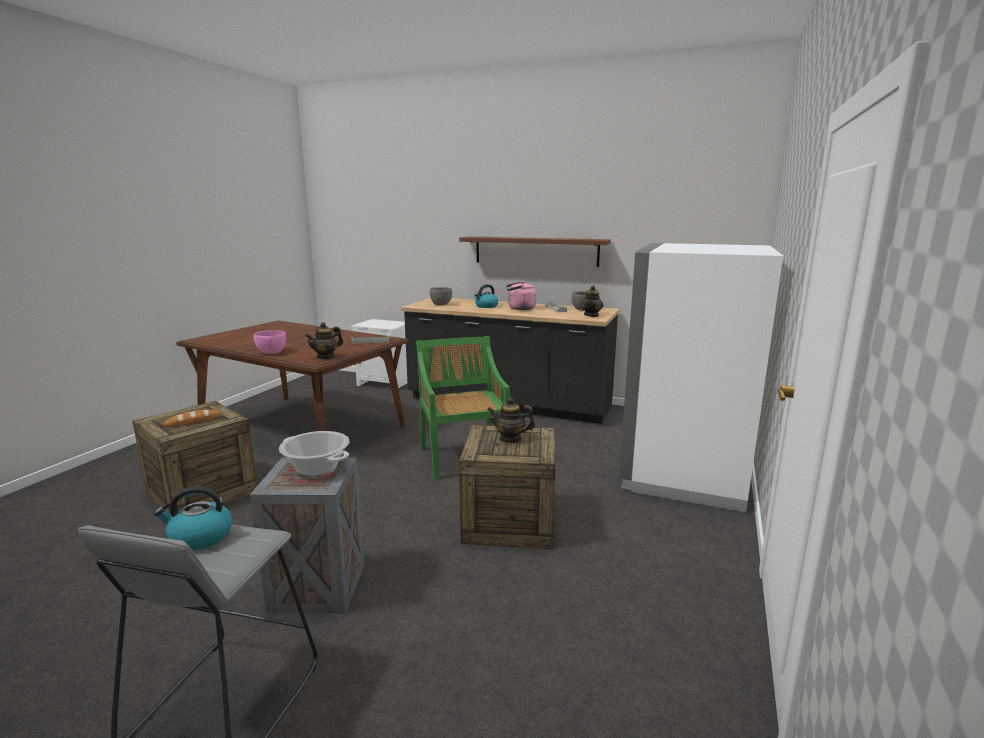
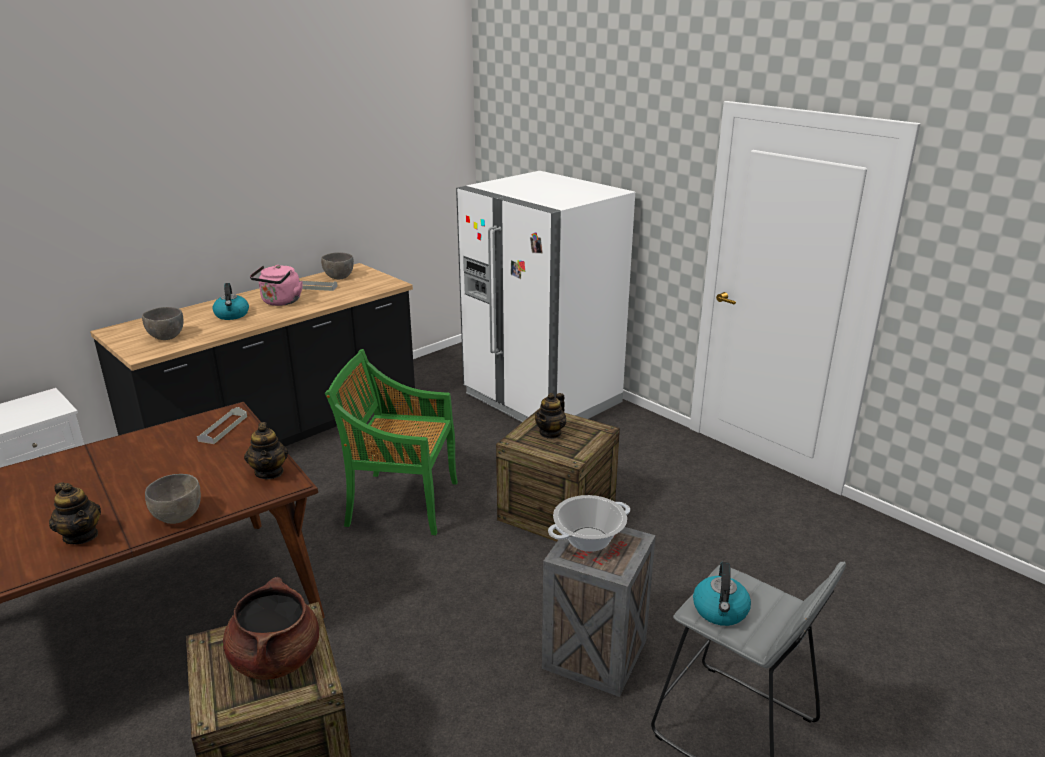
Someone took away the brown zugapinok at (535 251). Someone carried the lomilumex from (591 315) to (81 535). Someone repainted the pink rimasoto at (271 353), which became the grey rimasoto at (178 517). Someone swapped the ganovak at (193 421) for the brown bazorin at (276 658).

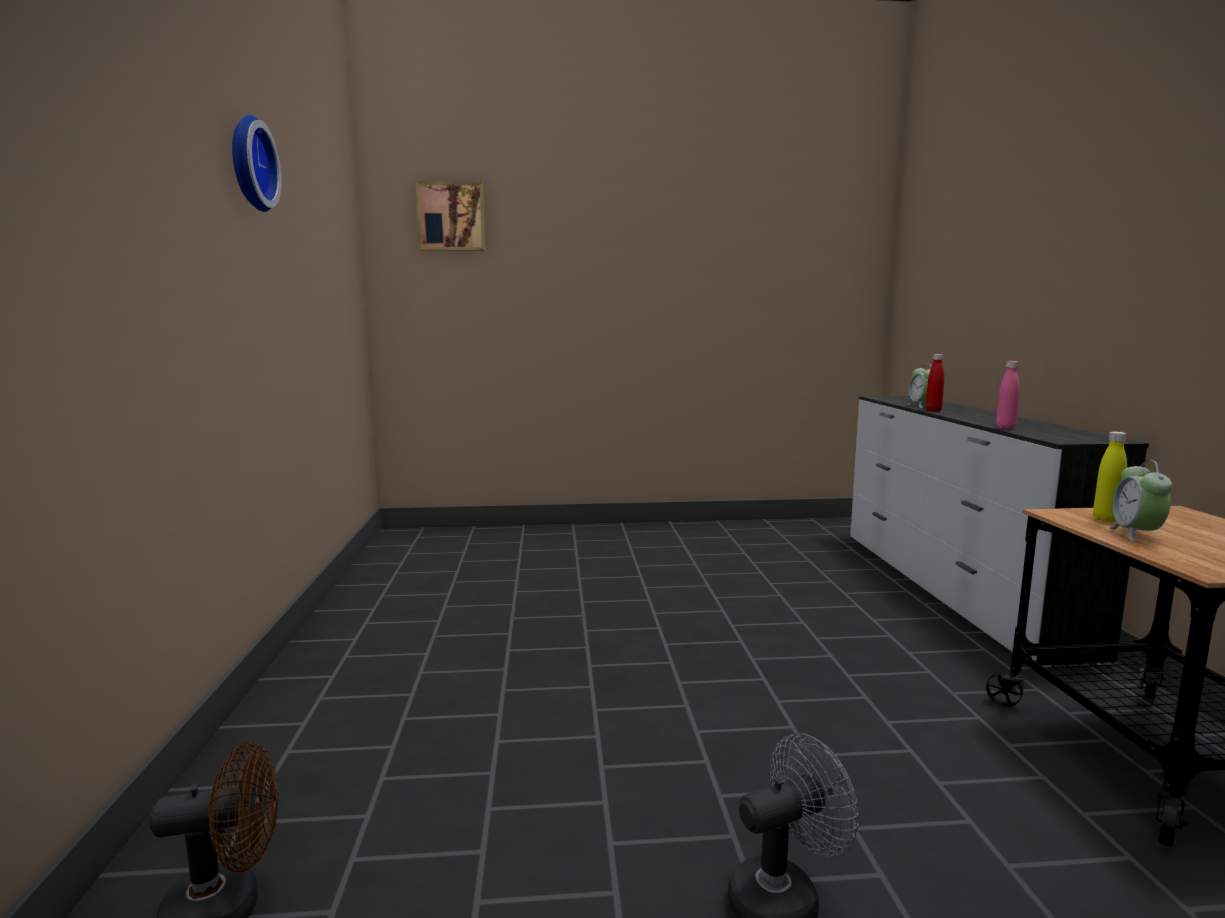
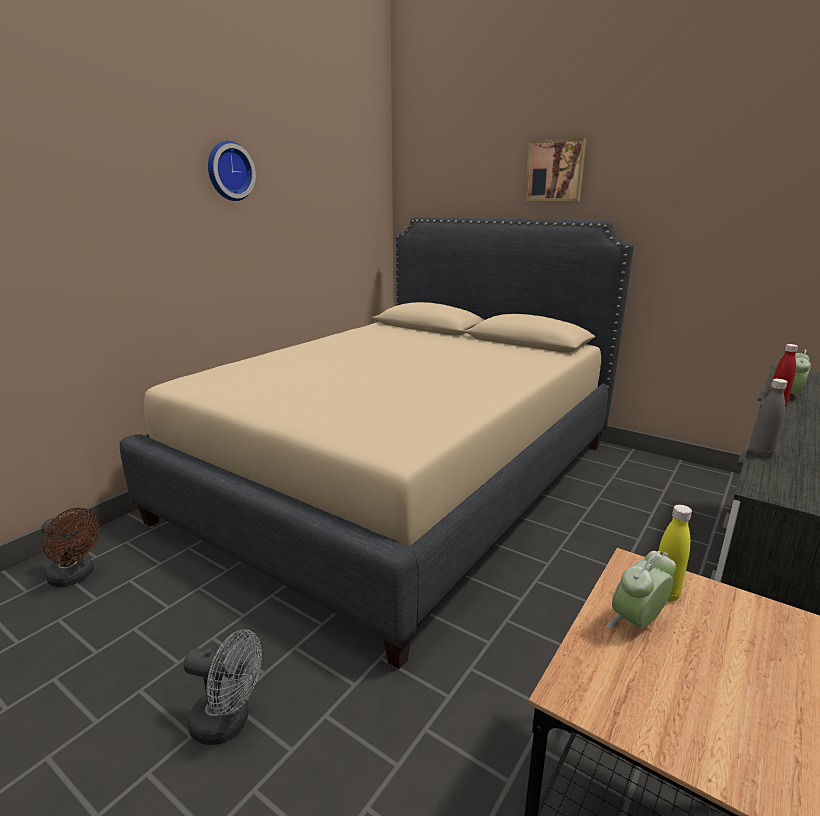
Someone carried the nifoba from (451 217) to (555 171). Someone repainted the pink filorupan at (1005 428), which became the grey filorupan at (761 453). Someone put down the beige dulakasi at (403 479).

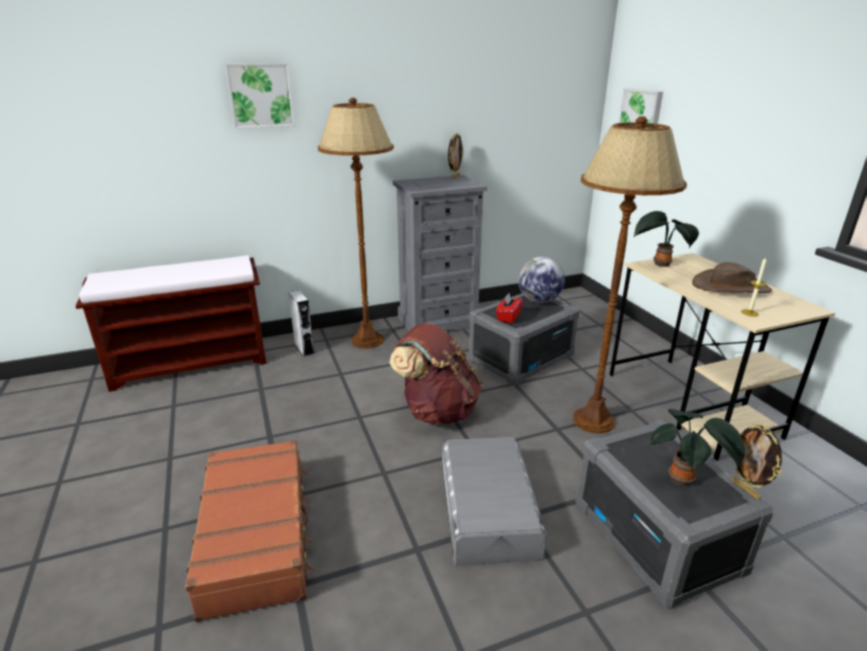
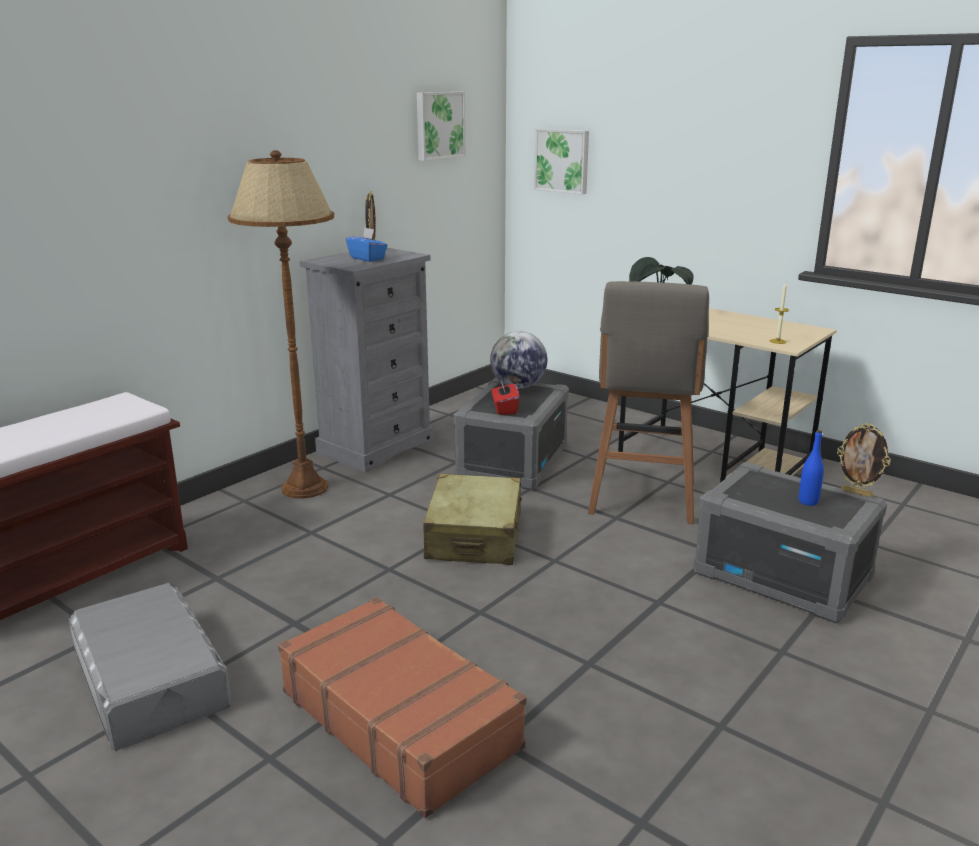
Someone carried the nifoba from (260 95) to (439 125). Someone swapped the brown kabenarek at (593 420) for the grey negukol at (642 500). Someone took away the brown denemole at (730 287). Someone took away the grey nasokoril at (304 349). Someone swapped the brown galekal at (437 410) for the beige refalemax at (474 536). Someone swapped the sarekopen at (684 481) for the blue filorupan at (808 501). Someone carried the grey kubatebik from (487 508) to (149 677). Someone put down the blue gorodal at (367 258).

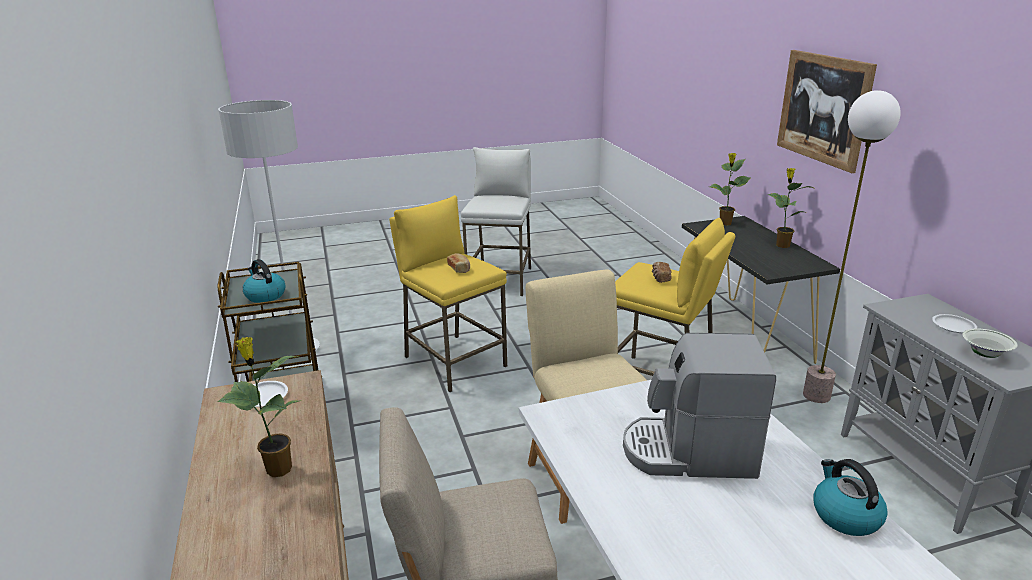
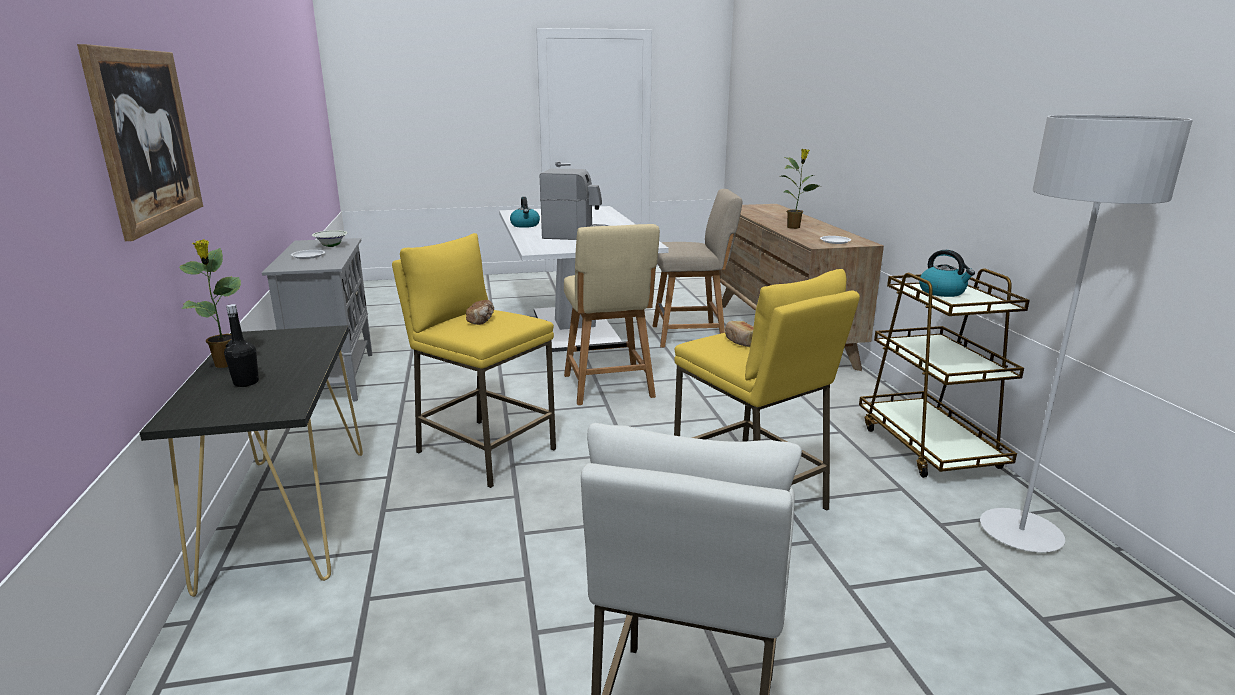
Someone took away the kabenarek at (817 395). Someone took away the sarekopen at (725 223). Someone put down the black filorupan at (246 382).

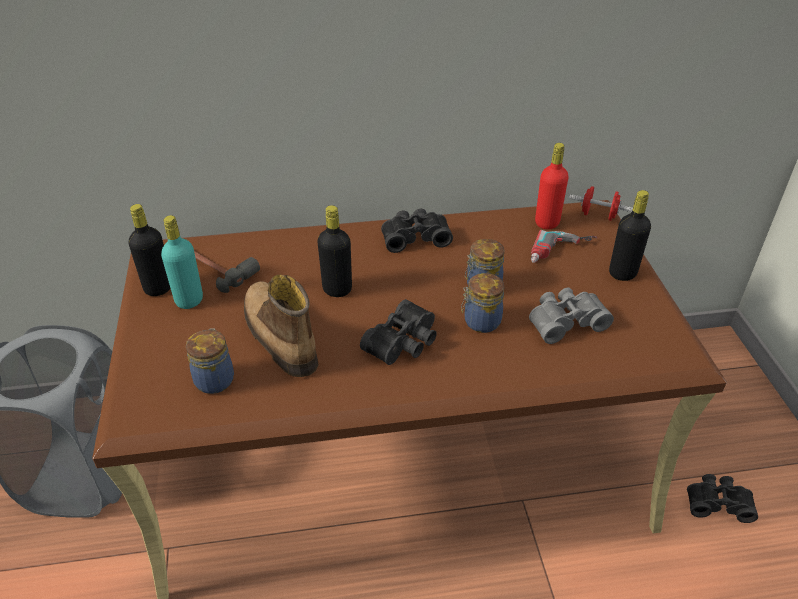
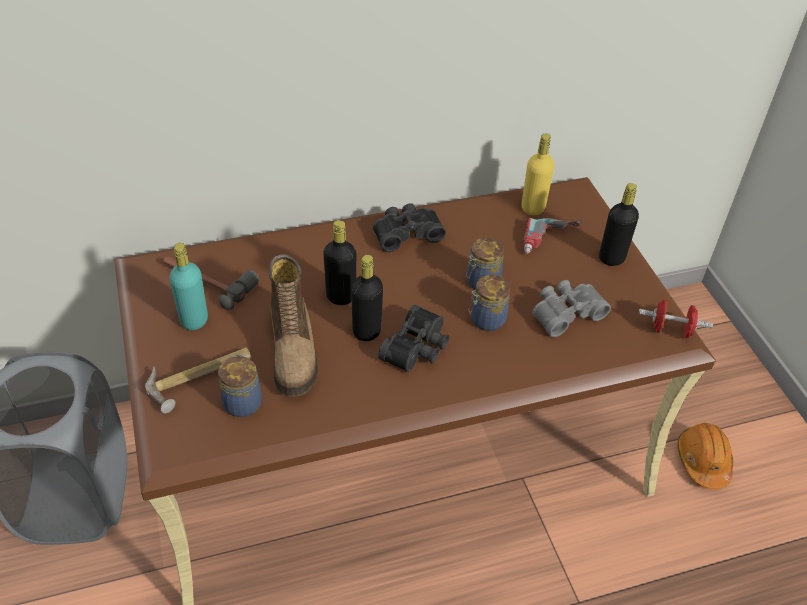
Someone repainted the red filorupan at (547 223), which became the yellow filorupan at (533 208). Someone carried the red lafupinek from (598 215) to (671 330). Someone carried the black filorupan from (158 288) to (367 331). Someone rotated the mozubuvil at (278 337) by 150 degrees counterclockwise. Someone swapped the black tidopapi at (717 502) for the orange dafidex at (703 461). Someone put down the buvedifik at (201 379).

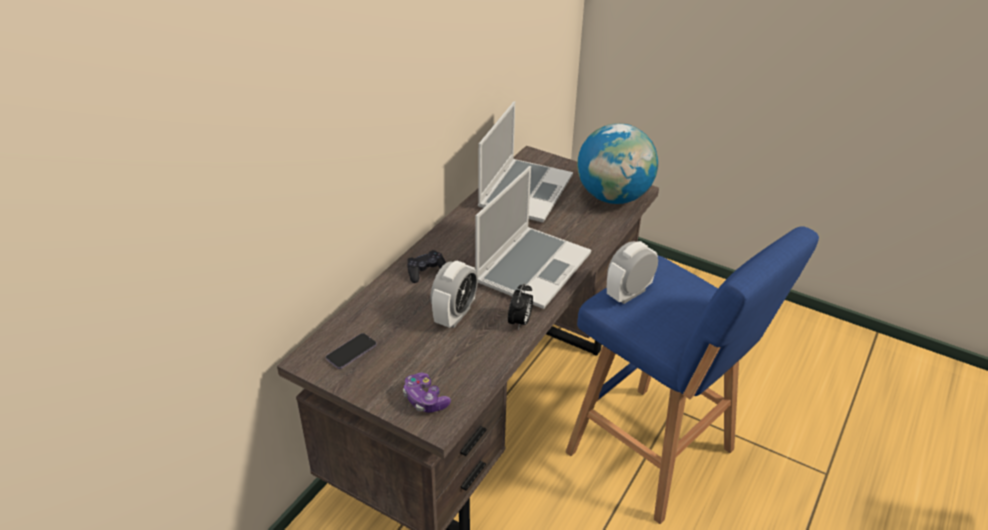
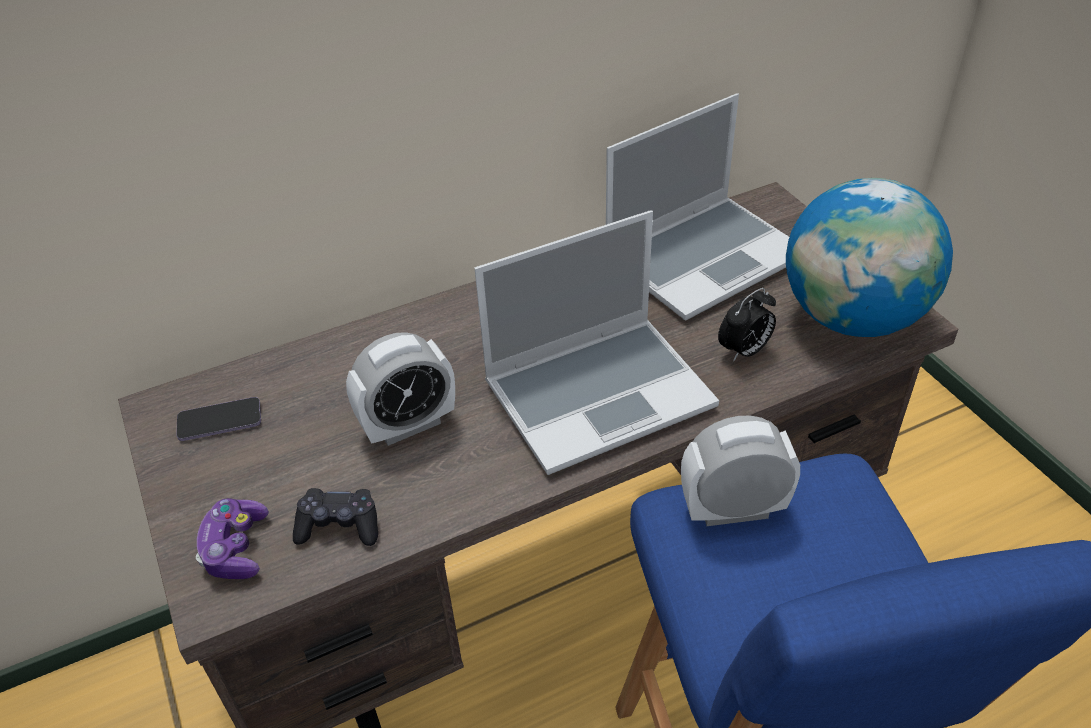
Someone carried the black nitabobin from (426 271) to (339 526). Someone carried the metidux from (520 322) to (744 351).

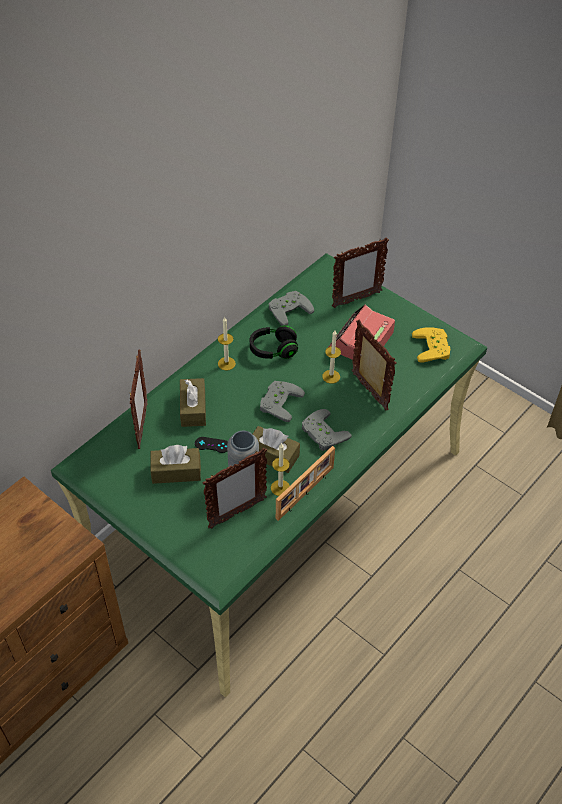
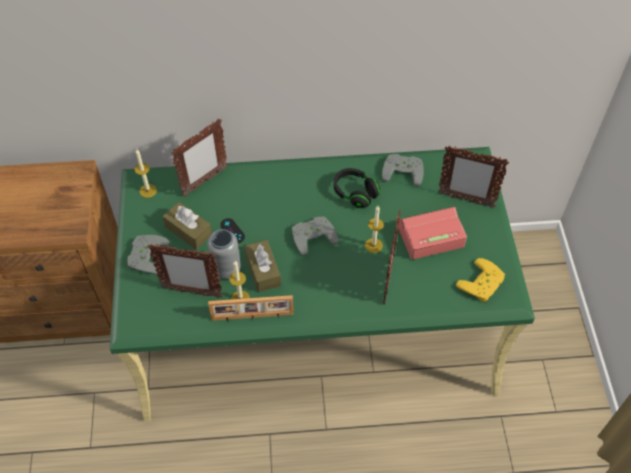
Someone carried the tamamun from (226 363) to (148 191). Someone took away the brown gorodal at (193 408). Someone carried the grey nitabobin from (322 434) to (145 256).

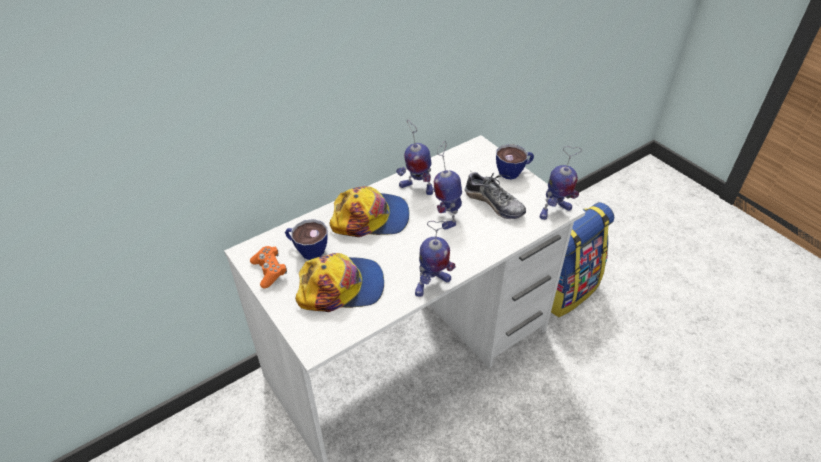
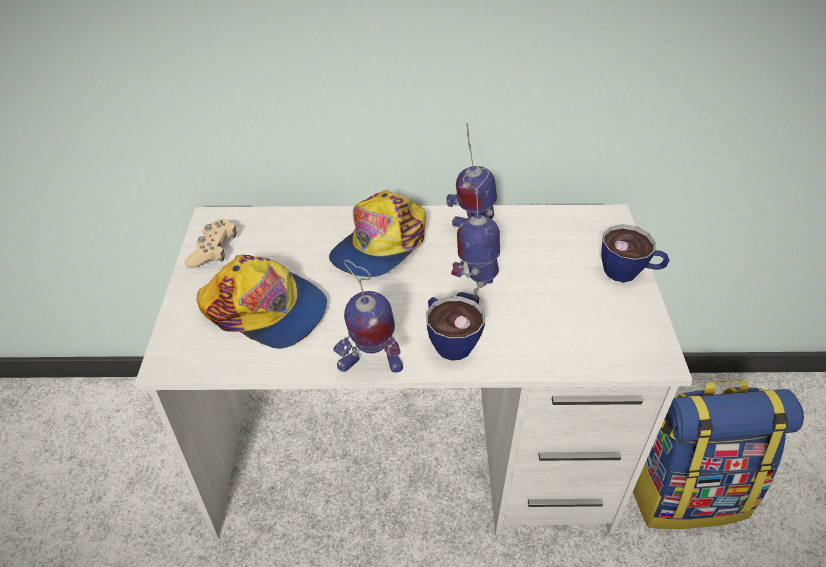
Someone took away the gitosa at (554 211). Someone took away the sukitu at (494 203). Someone rotated the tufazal at (370 218) by 90 degrees clockwise. Someone carried the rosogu from (307 250) to (448 340). Someone repainted the orange nitabobin at (269 271), which became the beige nitabobin at (213 251).

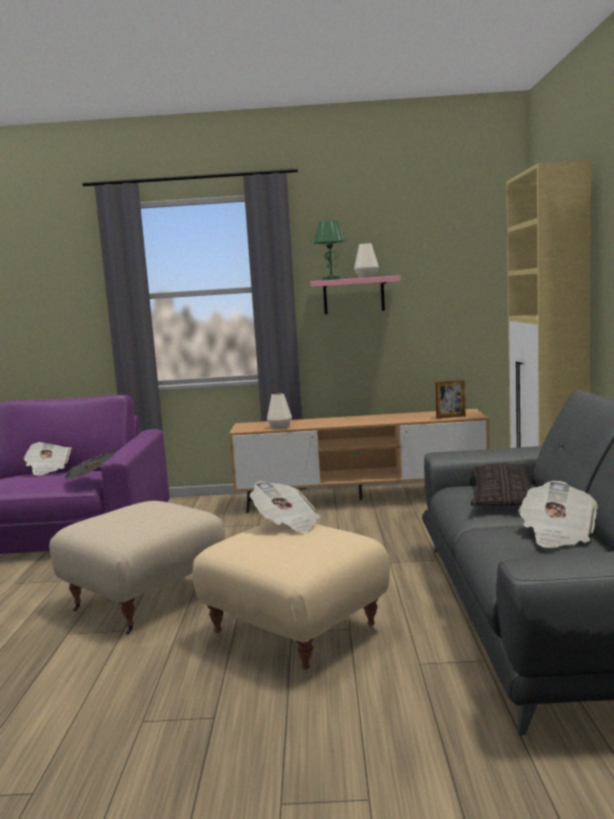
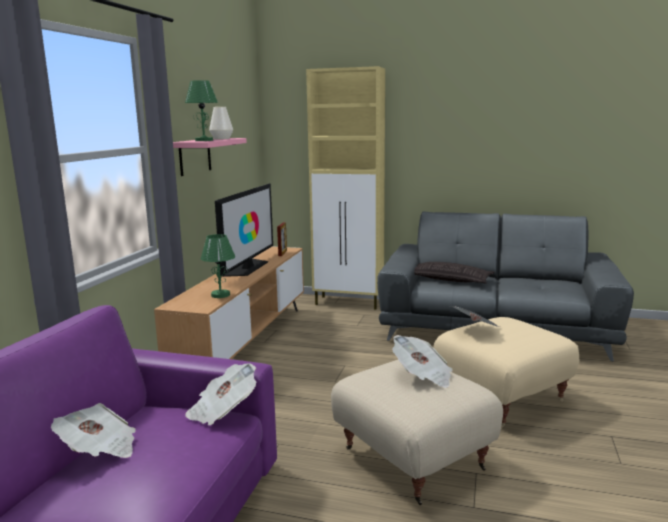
Someone swapped the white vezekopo at (279 427) for the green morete at (220 295). Someone carried the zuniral from (557 535) to (423 376). Someone put down the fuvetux at (248 268).

